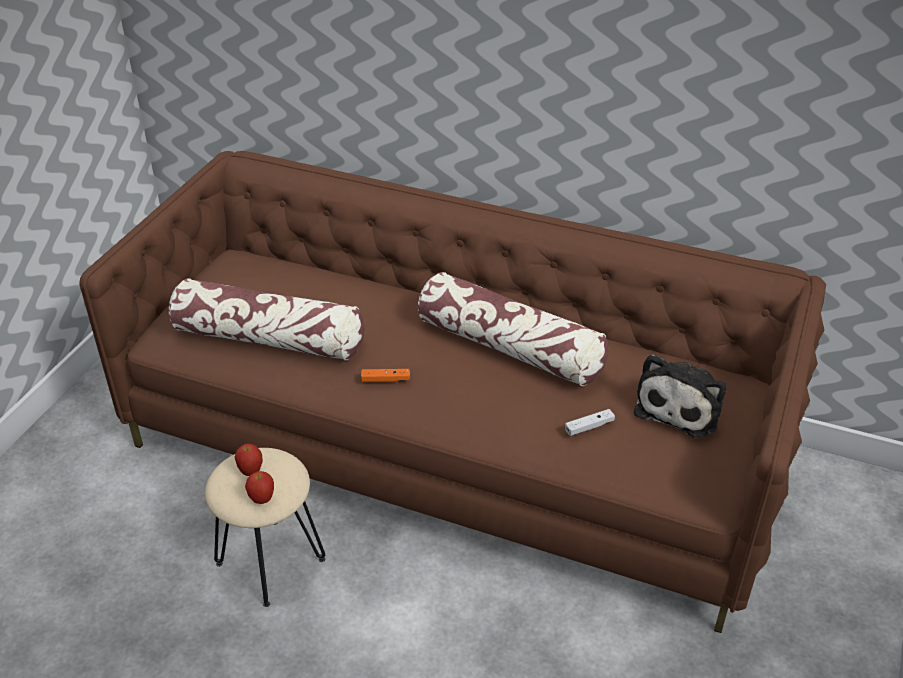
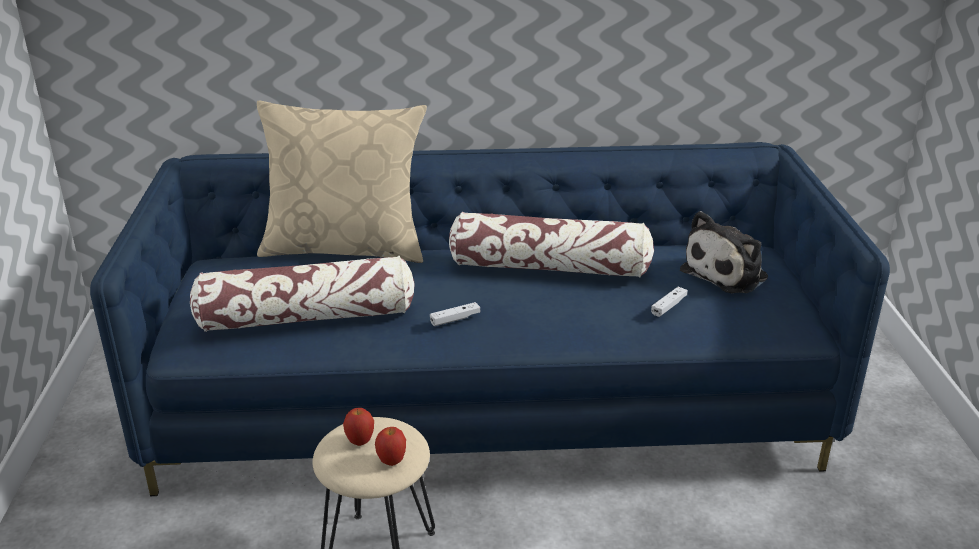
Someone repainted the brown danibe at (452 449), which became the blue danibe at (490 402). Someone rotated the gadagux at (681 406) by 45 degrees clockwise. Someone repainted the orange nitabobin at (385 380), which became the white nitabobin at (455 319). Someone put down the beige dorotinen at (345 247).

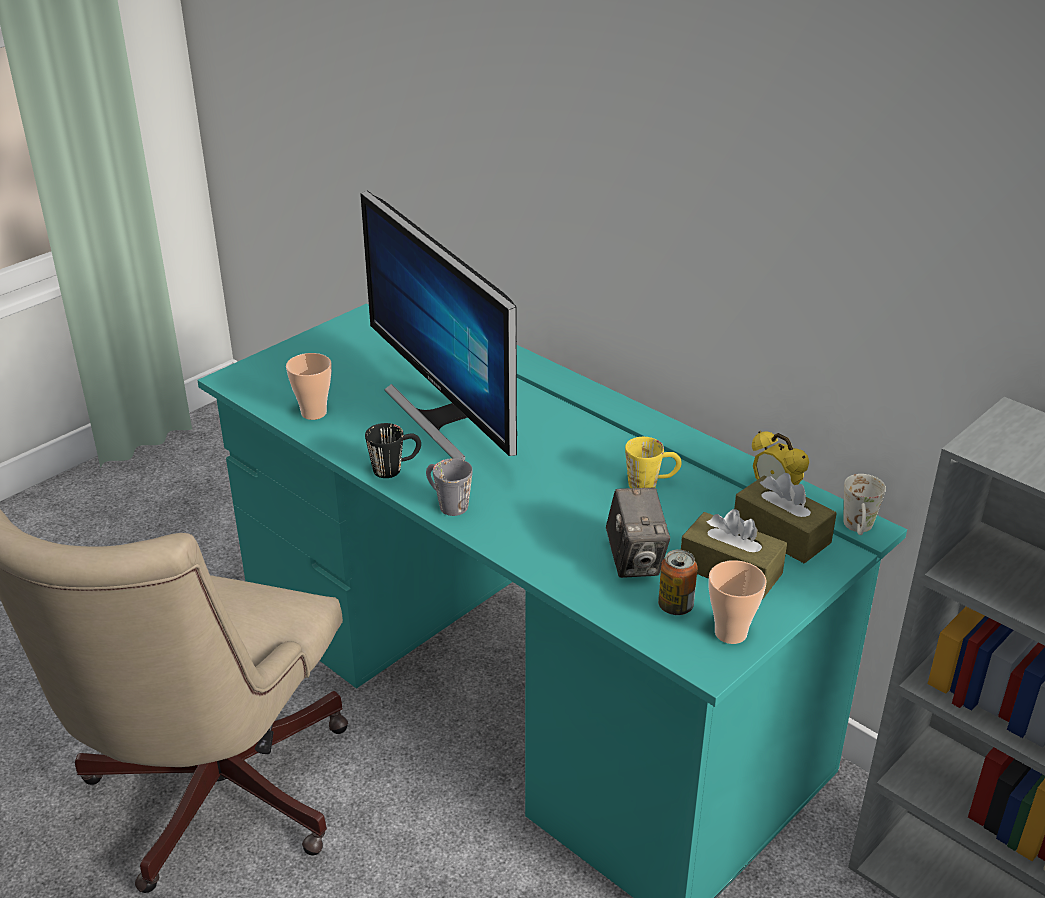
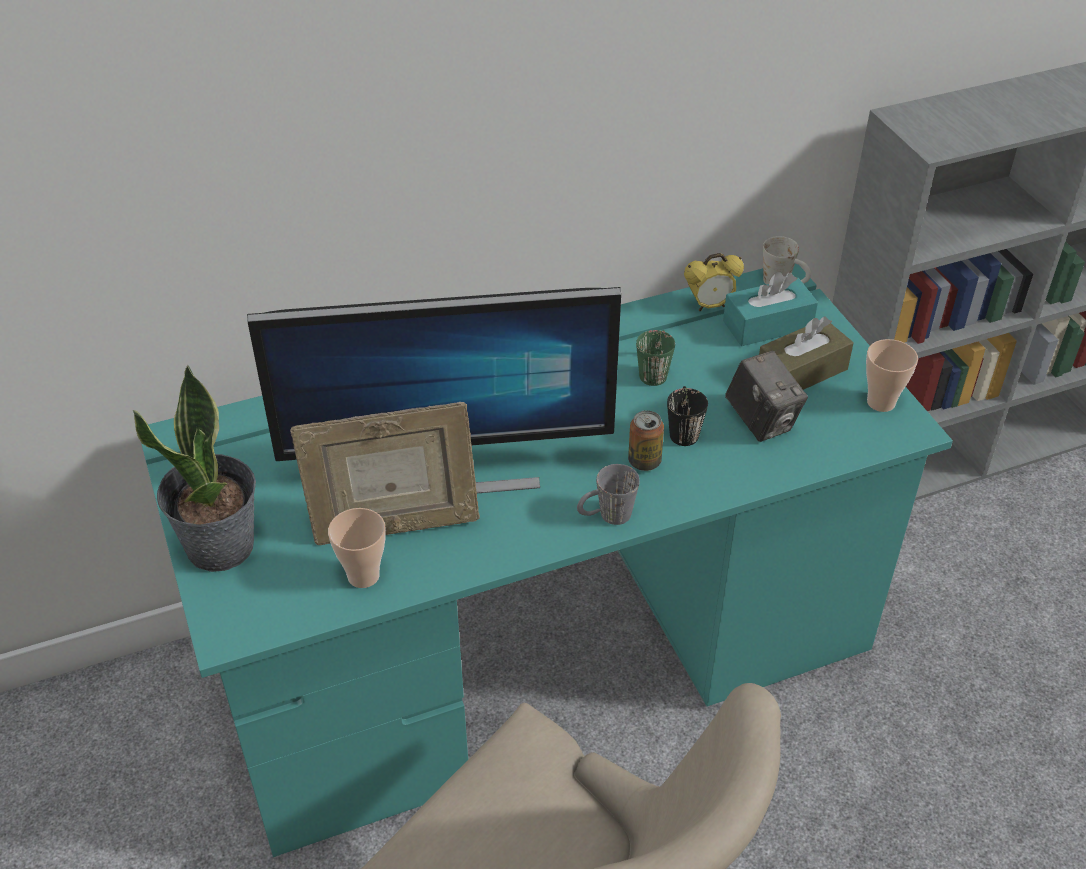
Someone carried the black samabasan from (395 468) to (682 429). Someone repainted the yellow samabasan at (651 483), which became the green samabasan at (655 370). Someone repainted the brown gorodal at (781 533), which became the turquoise gorodal at (767 325). Someone rotated the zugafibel at (635 560) by 45 degrees clockwise. Someone carried the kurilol from (675 606) to (644 461). Someone put down the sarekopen at (222 546). Someone put down the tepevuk at (394 527).

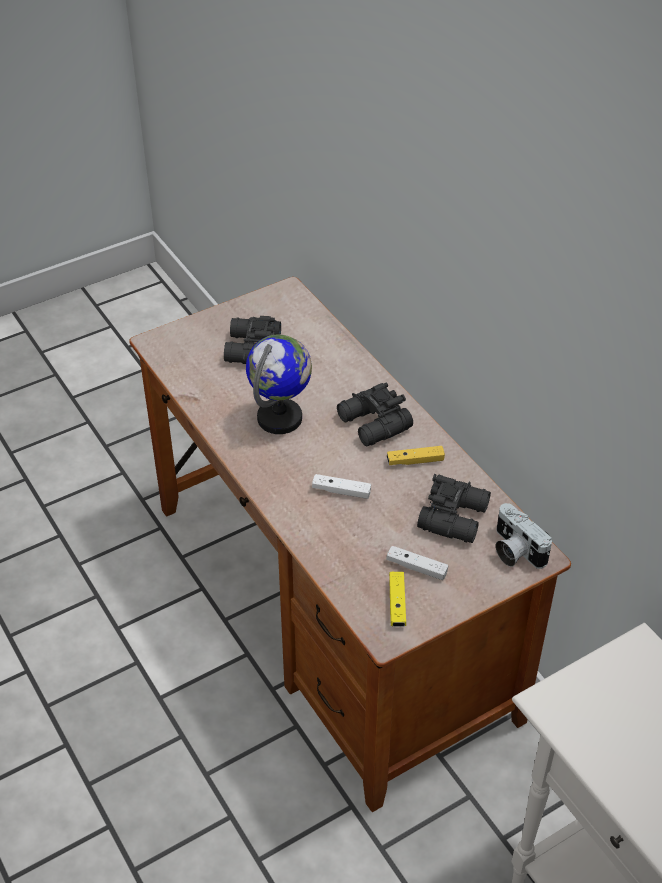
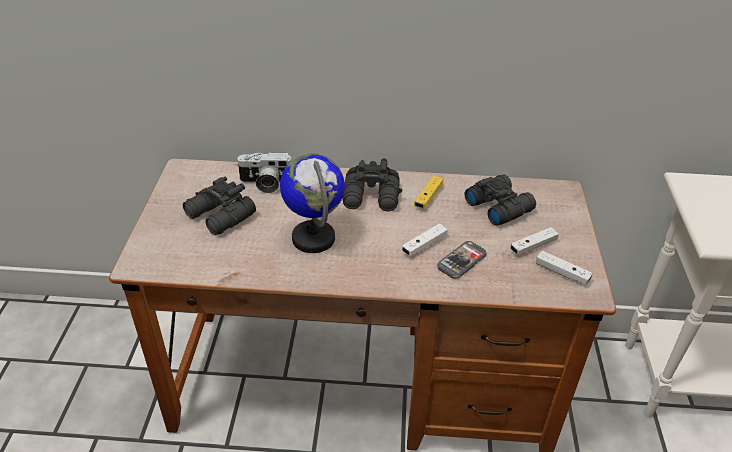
Someone carried the zugafibel from (514 551) to (265 184). Someone repainted the yellow nitabobin at (397 604), which became the white nitabobin at (562 273). Someone put down the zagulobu at (461 261).

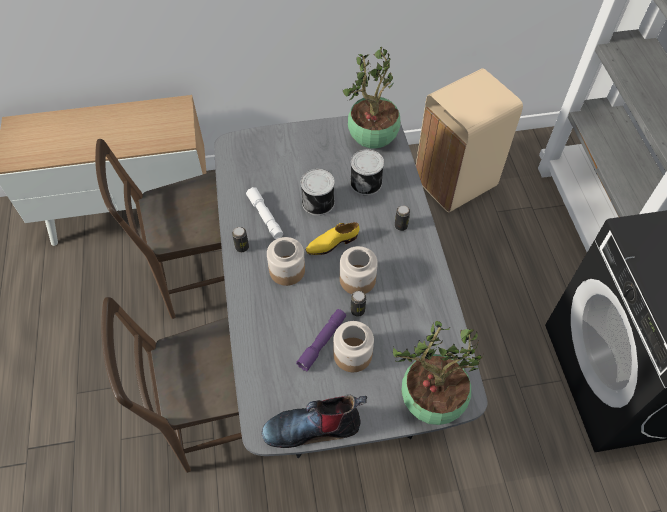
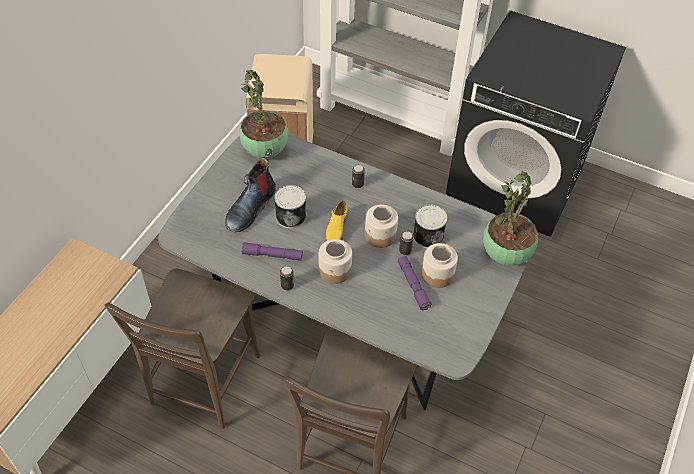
Someone carried the kurilol from (366 182) to (427 235). Someone repainted the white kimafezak at (265 216), which became the purple kimafezak at (272 255). Someone carried the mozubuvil from (313 427) to (250 207).

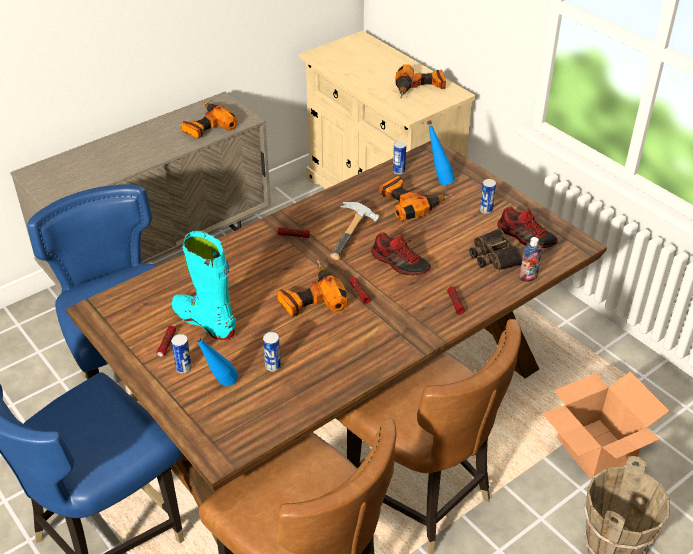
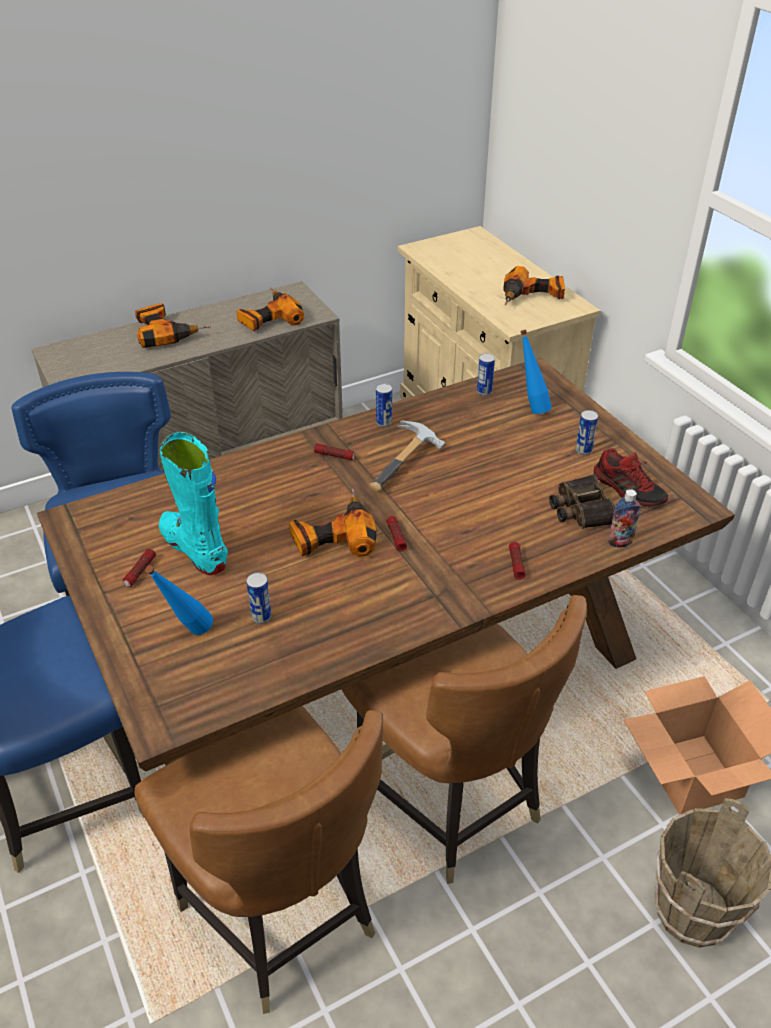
Someone carried the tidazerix from (411 202) to (167 332). Someone took away the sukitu at (400 263). Someone carried the kurilol from (184 368) to (384 423).

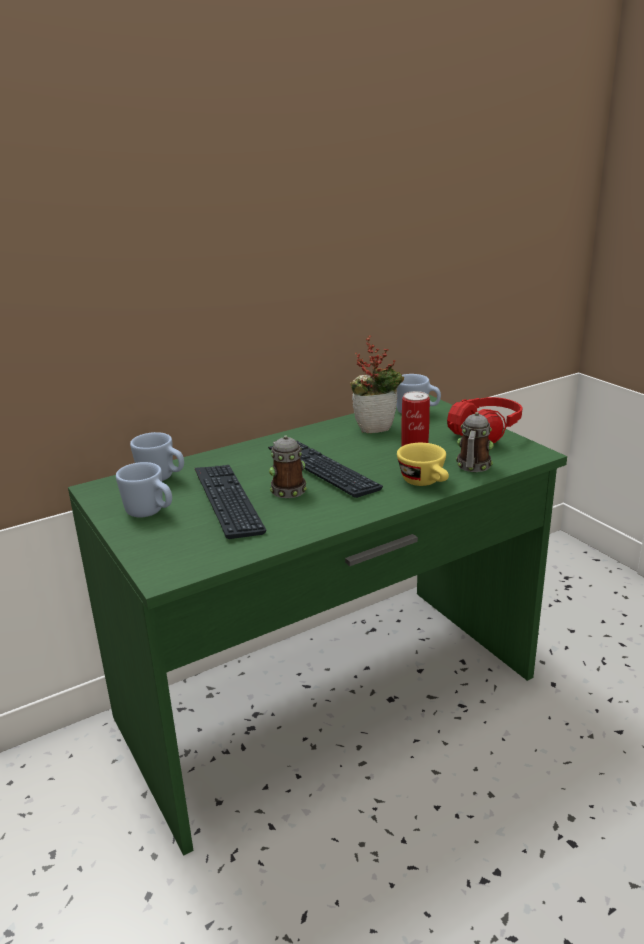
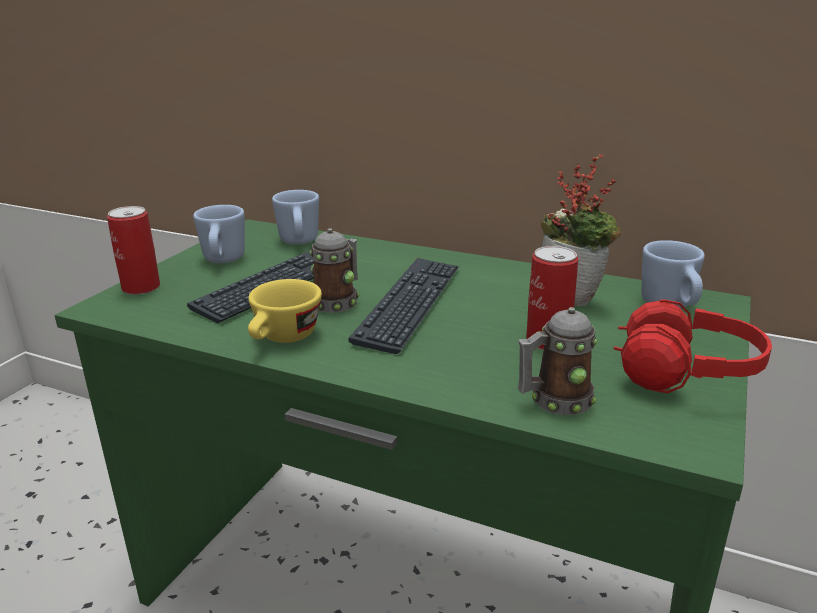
Someone carried the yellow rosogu from (425 483) to (283 339). Someone put down the kurilol at (141 287).

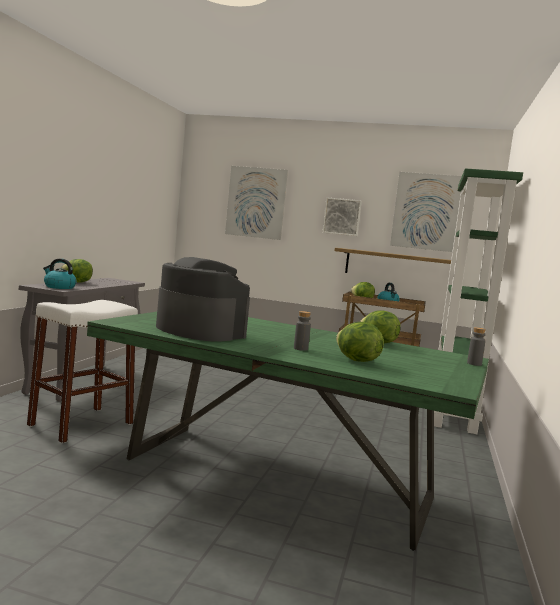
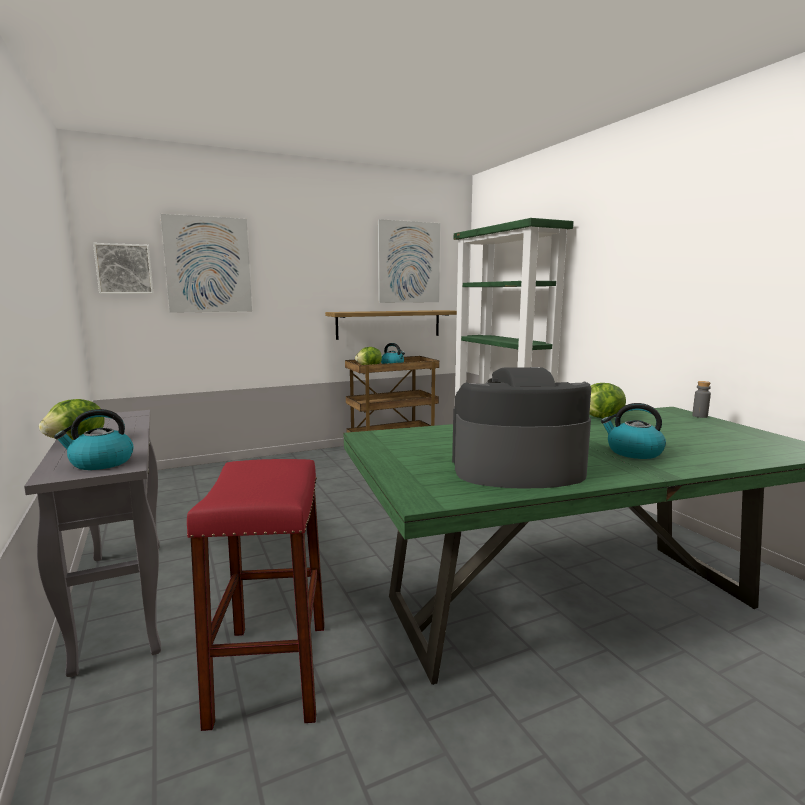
Someone carried the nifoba from (342 216) to (124 269). Someone repainted the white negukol at (81 424), which became the red negukol at (271 671). Someone swapped the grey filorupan at (300 349) for the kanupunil at (633 452). Someone took away the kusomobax at (356 361).

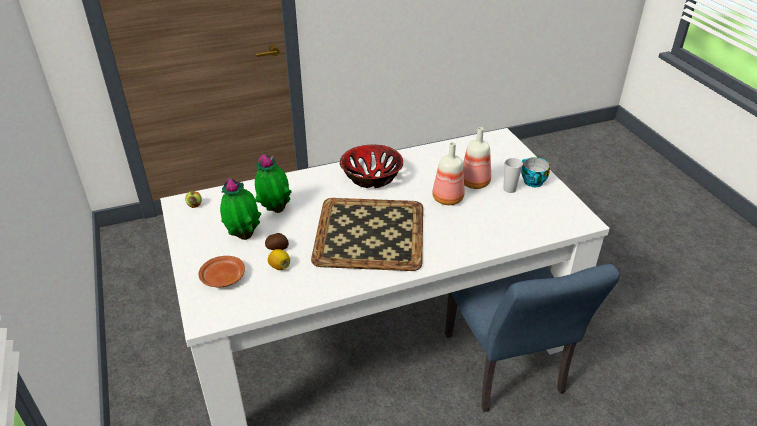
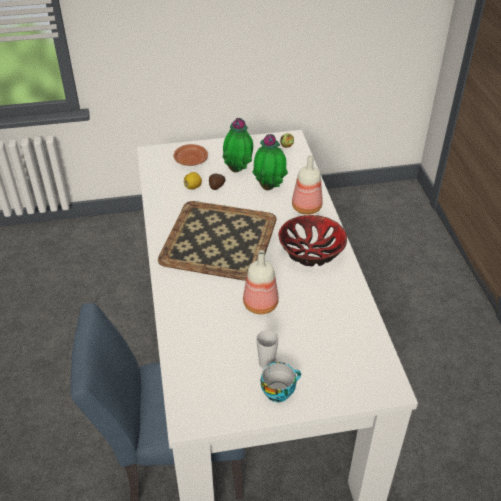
Someone carried the filorupan from (475 182) to (306 208).

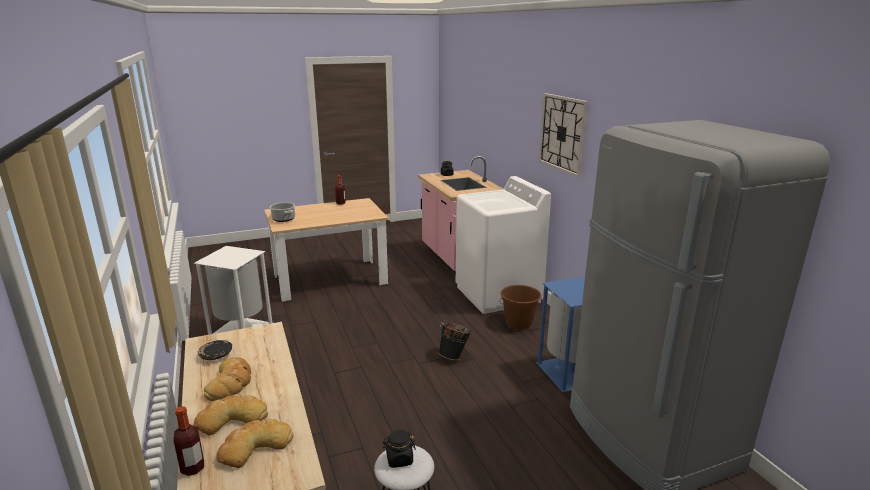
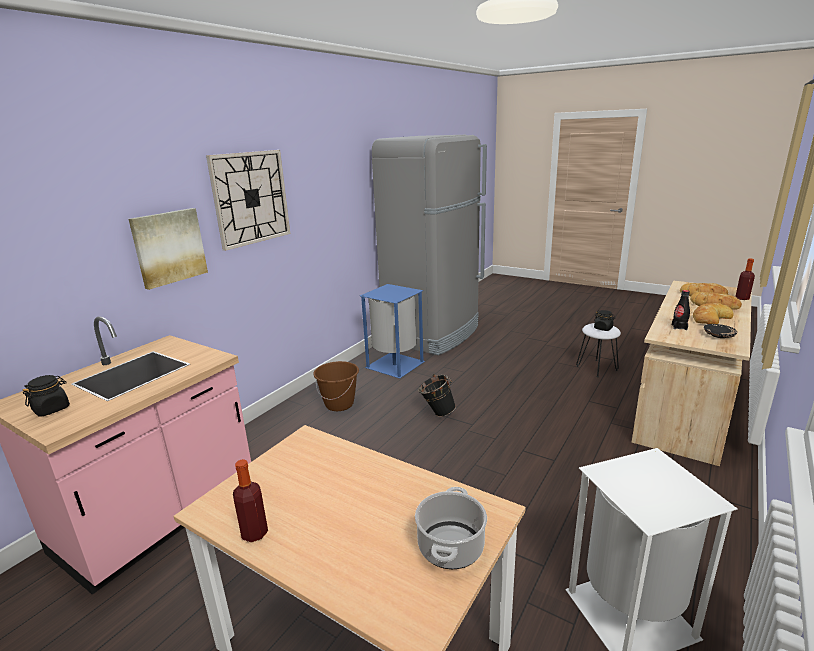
Someone took away the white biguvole at (498 294). Someone put up the nifoba at (169 247). Someone put down the black filorupan at (679 327).

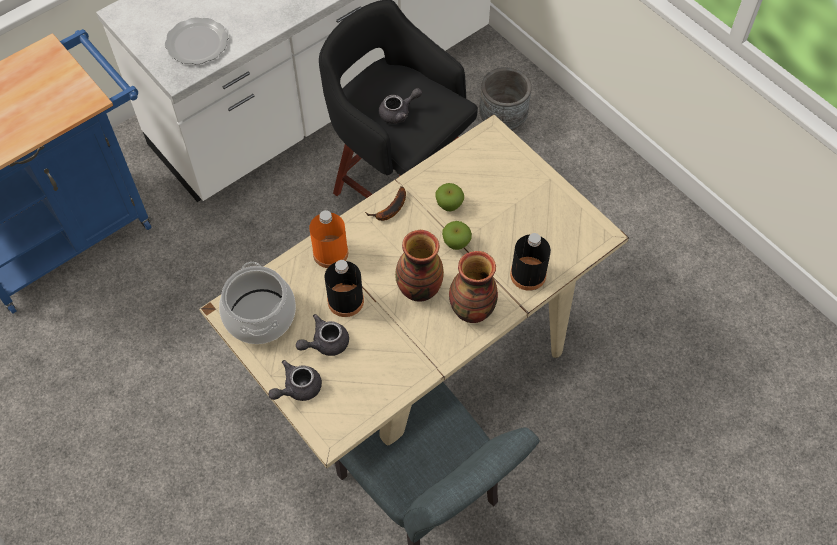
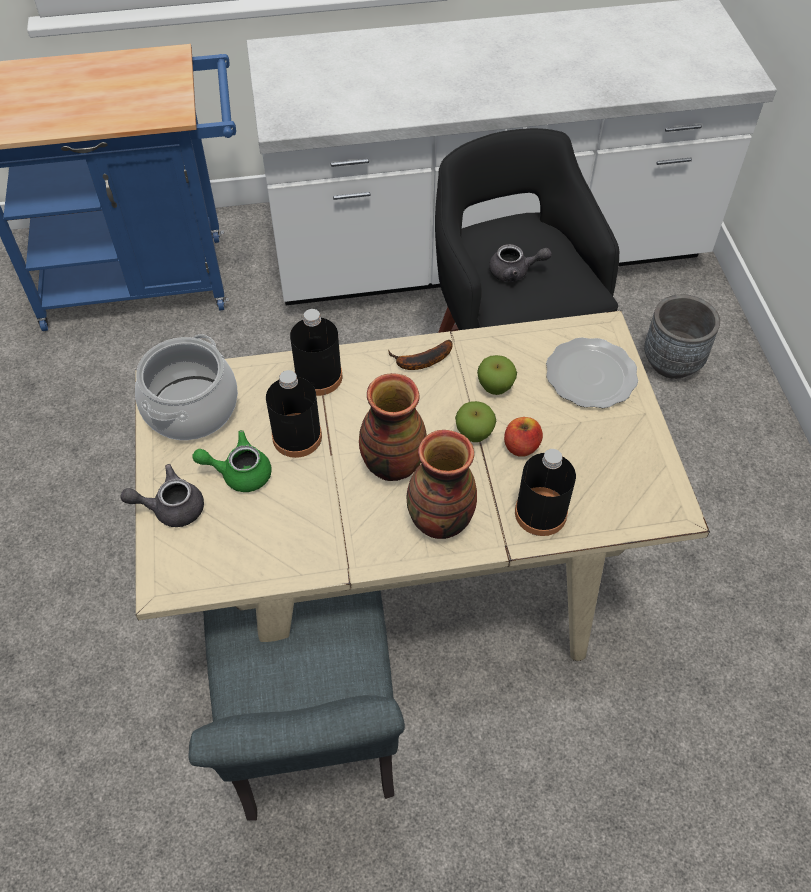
Someone carried the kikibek from (198 42) to (592 375). Someone repainted the orange filorupan at (330 253), which became the black filorupan at (318 377). Someone repainted the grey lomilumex at (325 343), which became the green lomilumex at (239 473). Someone put down the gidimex at (521 446).

